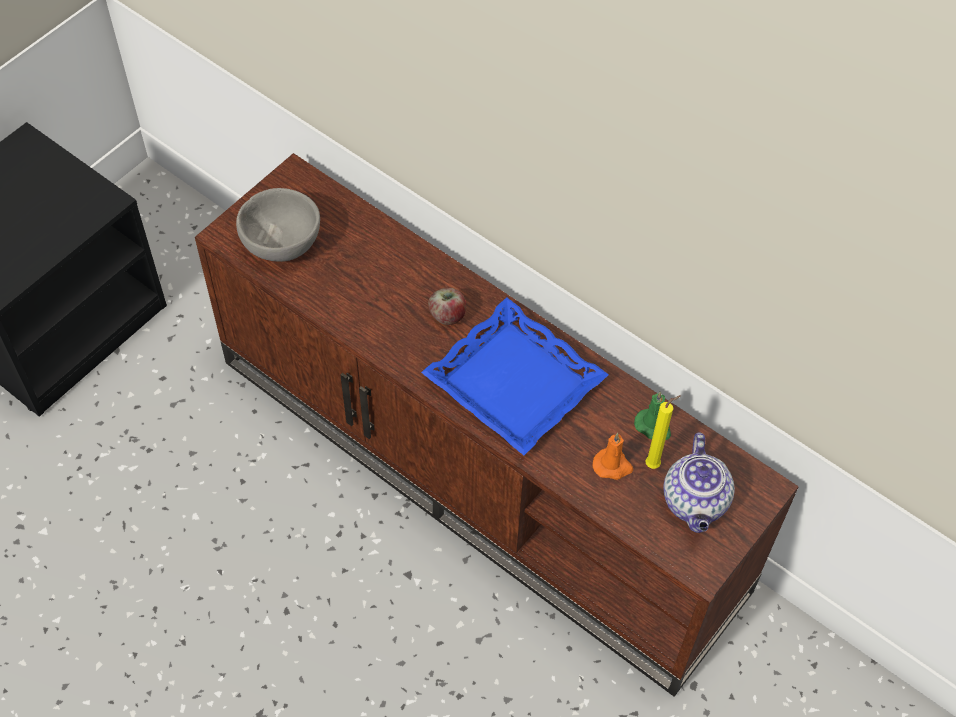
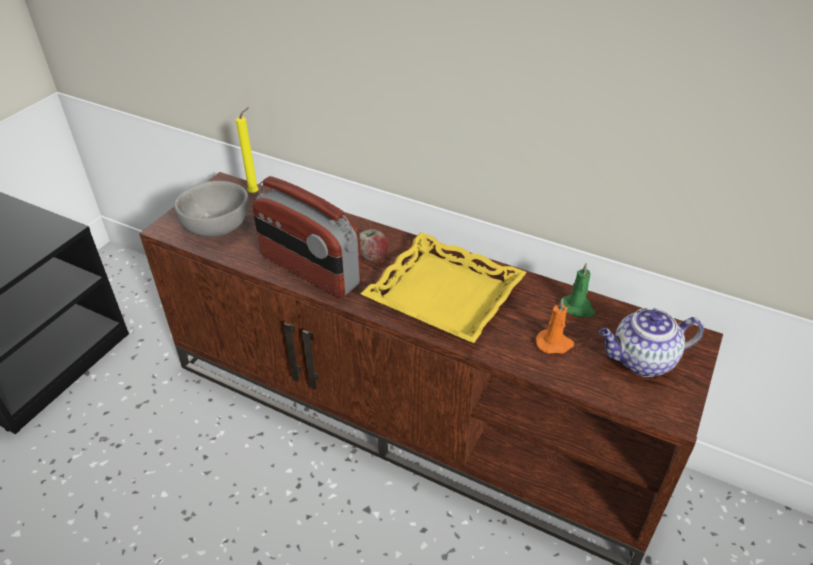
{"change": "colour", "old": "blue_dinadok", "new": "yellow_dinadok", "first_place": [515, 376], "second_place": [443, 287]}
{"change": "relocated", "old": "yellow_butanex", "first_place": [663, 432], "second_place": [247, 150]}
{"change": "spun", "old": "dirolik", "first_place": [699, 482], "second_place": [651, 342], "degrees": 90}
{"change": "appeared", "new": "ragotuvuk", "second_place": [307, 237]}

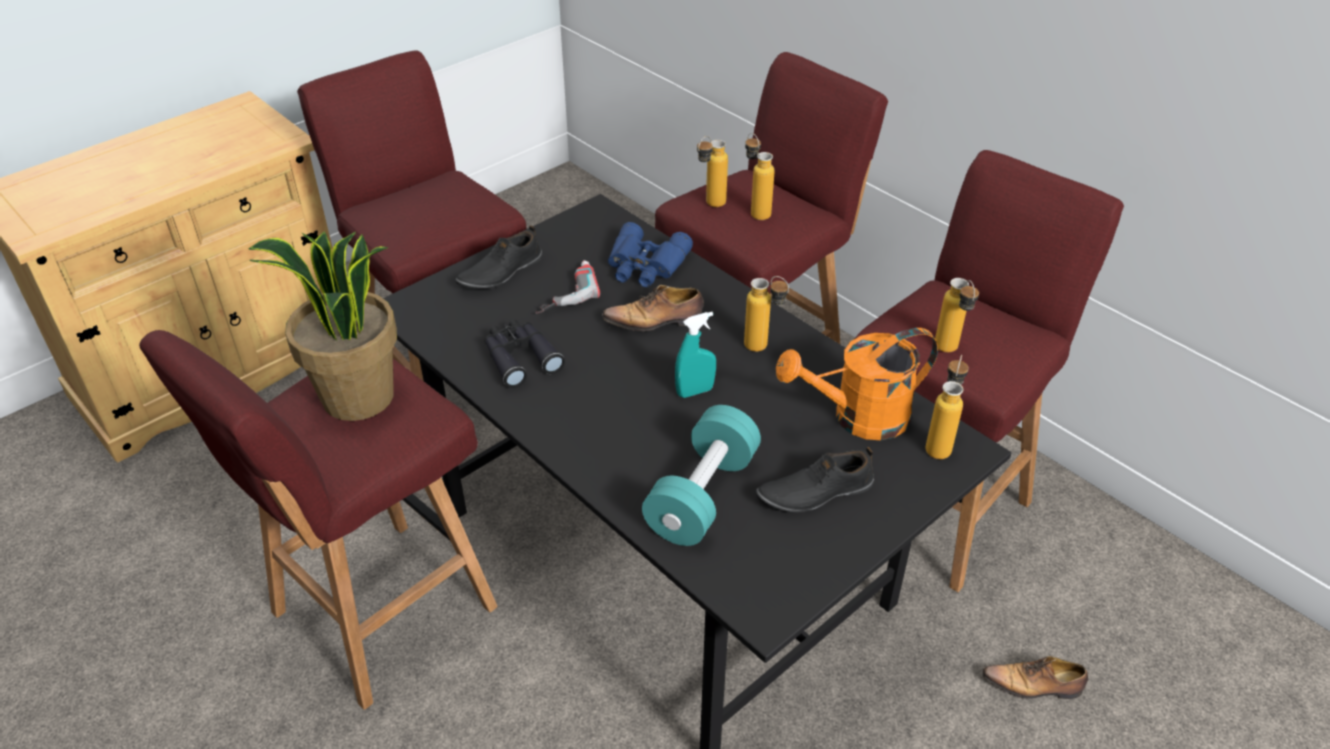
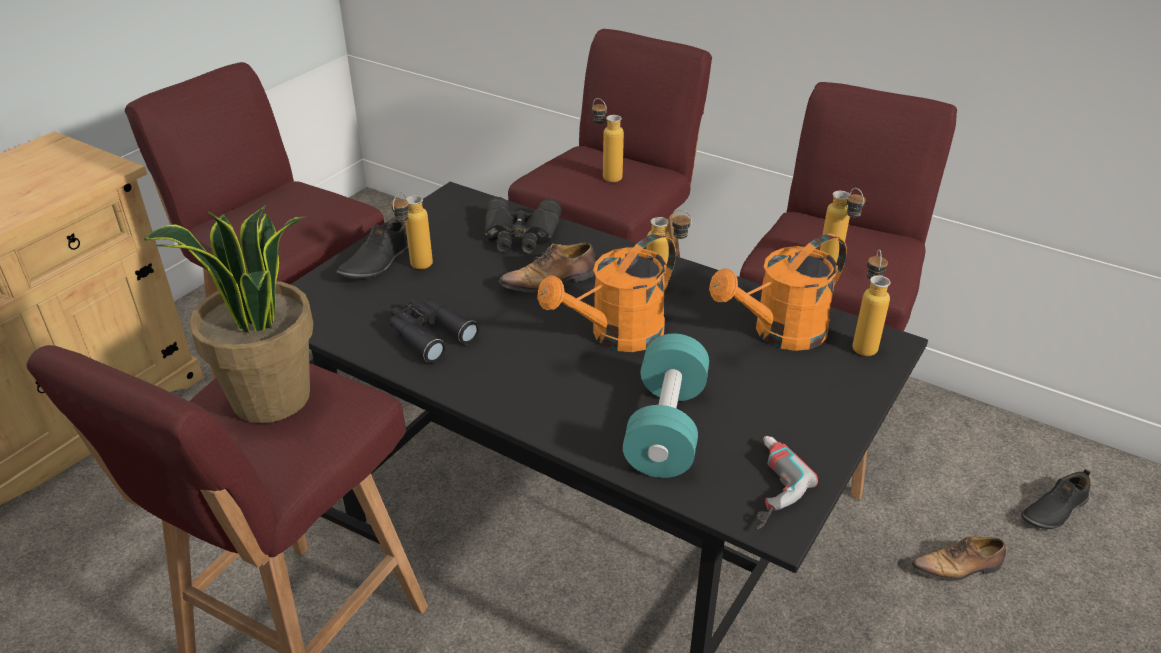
{"change": "relocated", "old": "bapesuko", "first_place": [568, 287], "second_place": [787, 482]}
{"change": "colour", "old": "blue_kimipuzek", "new": "black_kimipuzek", "first_place": [650, 254], "second_place": [523, 225]}
{"change": "exchanged", "old": "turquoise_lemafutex", "new": "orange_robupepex", "first_place": [695, 355], "second_place": [606, 292]}
{"change": "relocated", "old": "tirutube", "first_place": [712, 171], "second_place": [412, 230]}
{"change": "relocated", "old": "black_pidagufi", "first_place": [815, 480], "second_place": [1056, 499]}

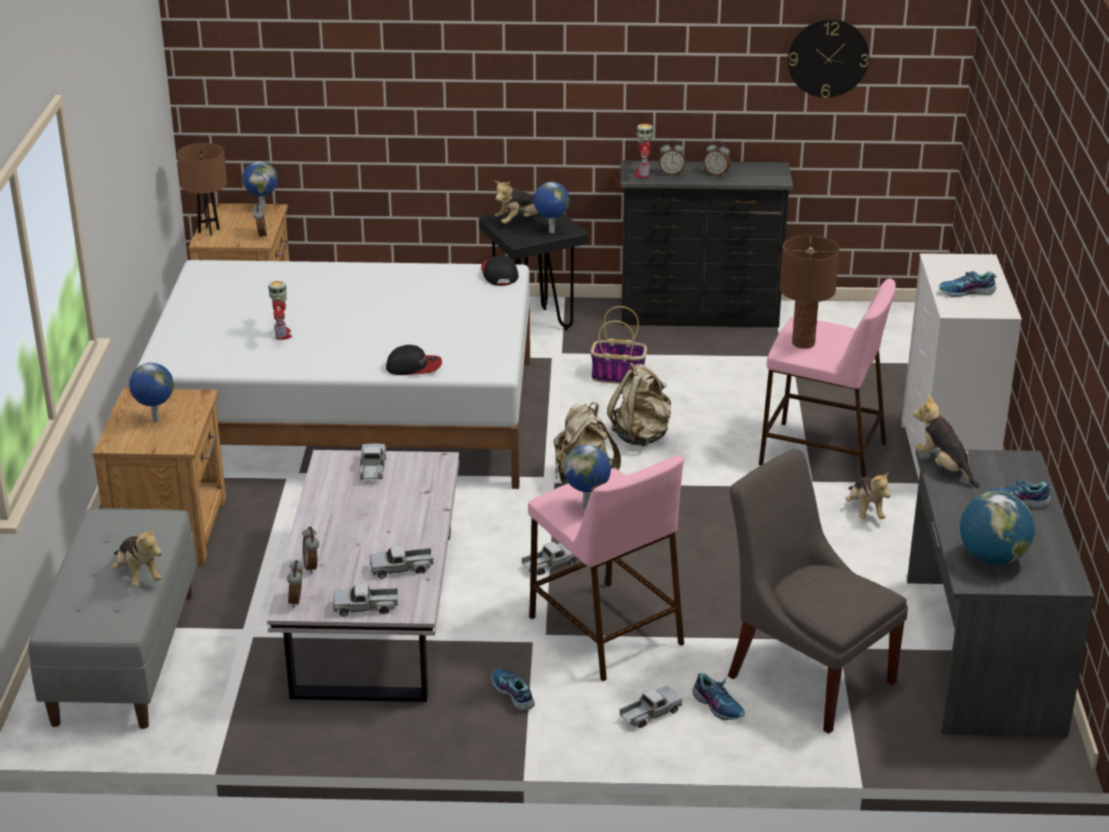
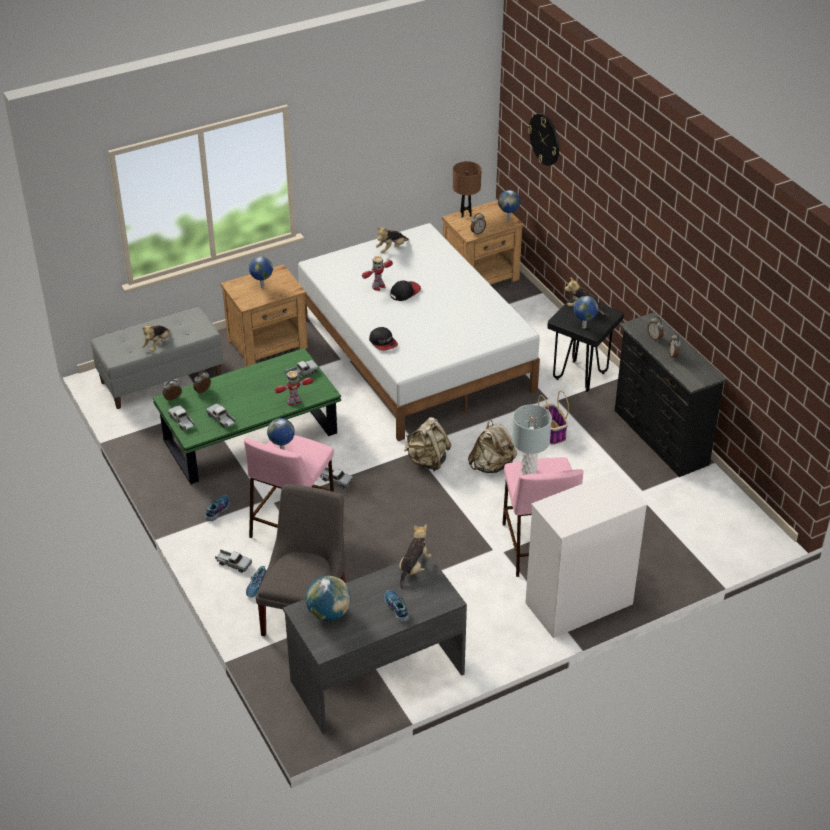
{"change": "colour", "old": "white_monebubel", "new": "green_monebubel", "first_place": [363, 576], "second_place": [246, 416]}
{"change": "relocated", "old": "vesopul", "first_place": [500, 271], "second_place": [405, 290]}
{"change": "relocated", "old": "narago", "first_place": [644, 151], "second_place": [293, 388]}
{"change": "colour", "old": "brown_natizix", "new": "grey_natizix", "first_place": [810, 292], "second_place": [532, 440]}
{"change": "relocated", "old": "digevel", "first_place": [828, 58], "second_place": [543, 140]}
{"change": "relocated", "old": "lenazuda", "first_place": [867, 495], "second_place": [392, 240]}
{"change": "missing", "old": "pidagufi", "first_place": [968, 284]}

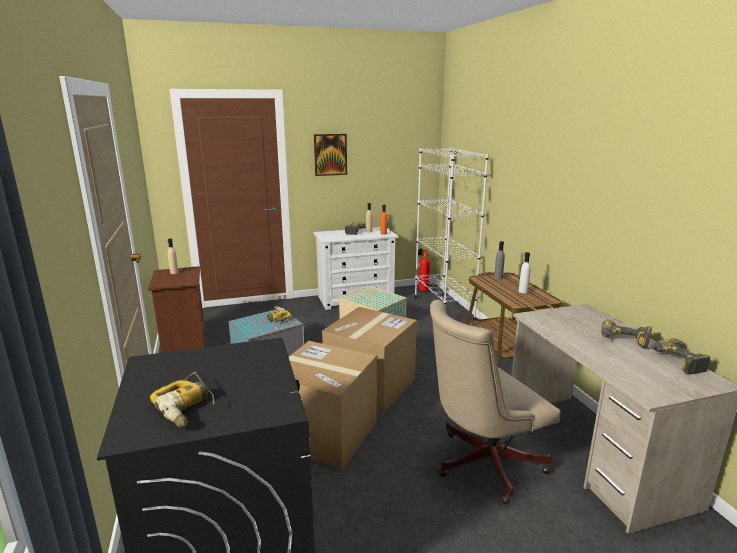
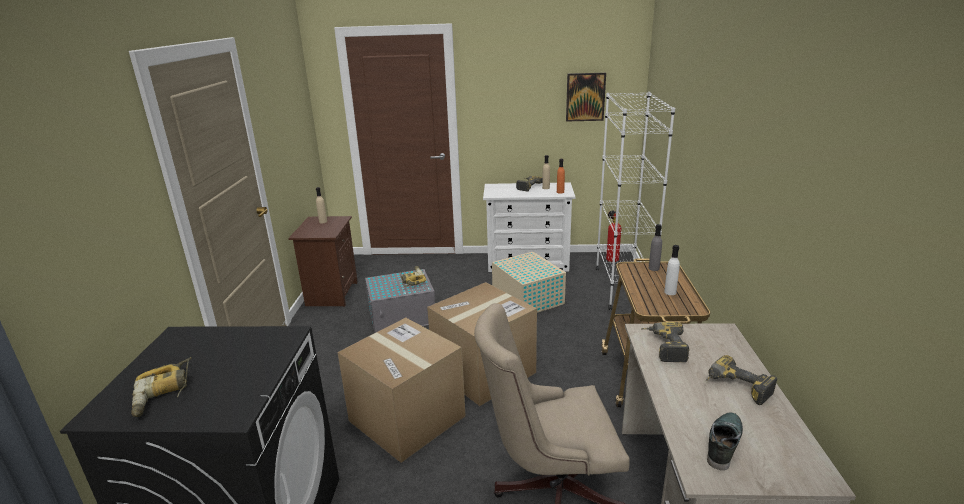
{"change": "relocated", "old": "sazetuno", "first_place": [330, 155], "second_place": [586, 97]}
{"change": "relocated", "old": "bapesuko", "first_place": [678, 356], "second_place": [665, 342]}
{"change": "appeared", "new": "pidagufi", "second_place": [725, 441]}

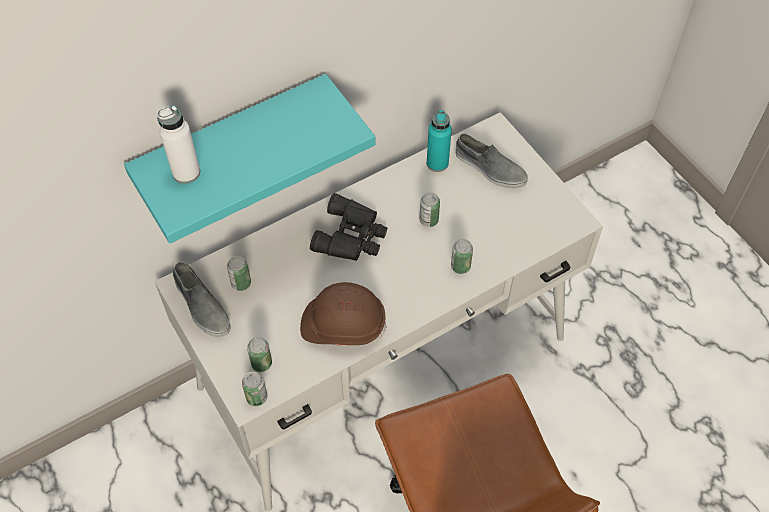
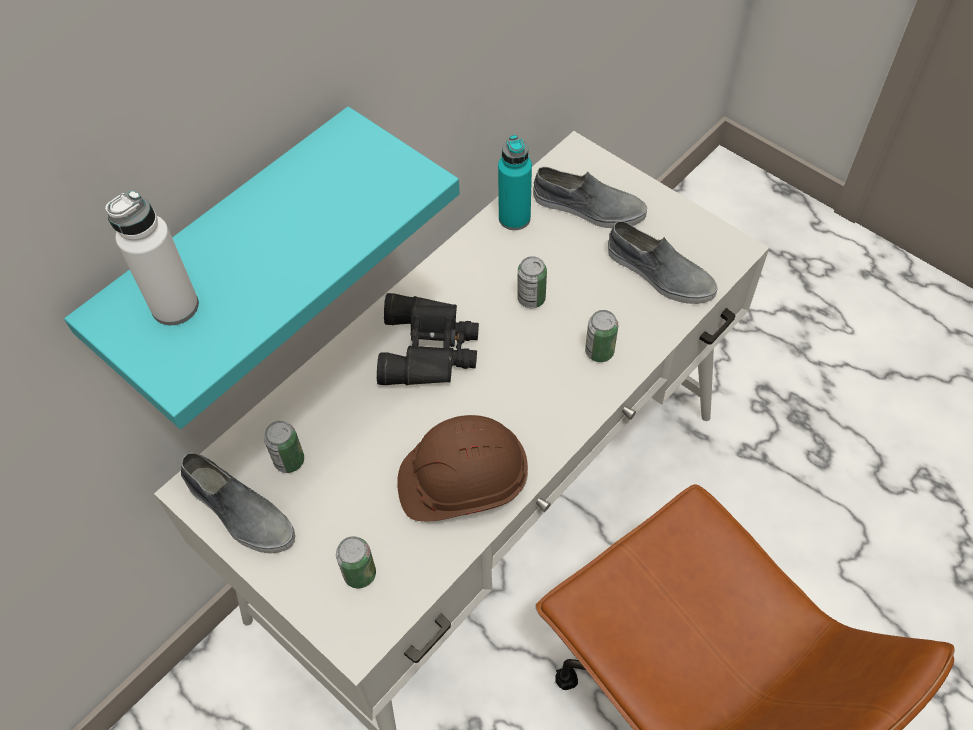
{"change": "missing", "old": "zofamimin", "first_place": [254, 389]}
{"change": "appeared", "new": "grey_pidagufi", "second_place": [663, 262]}

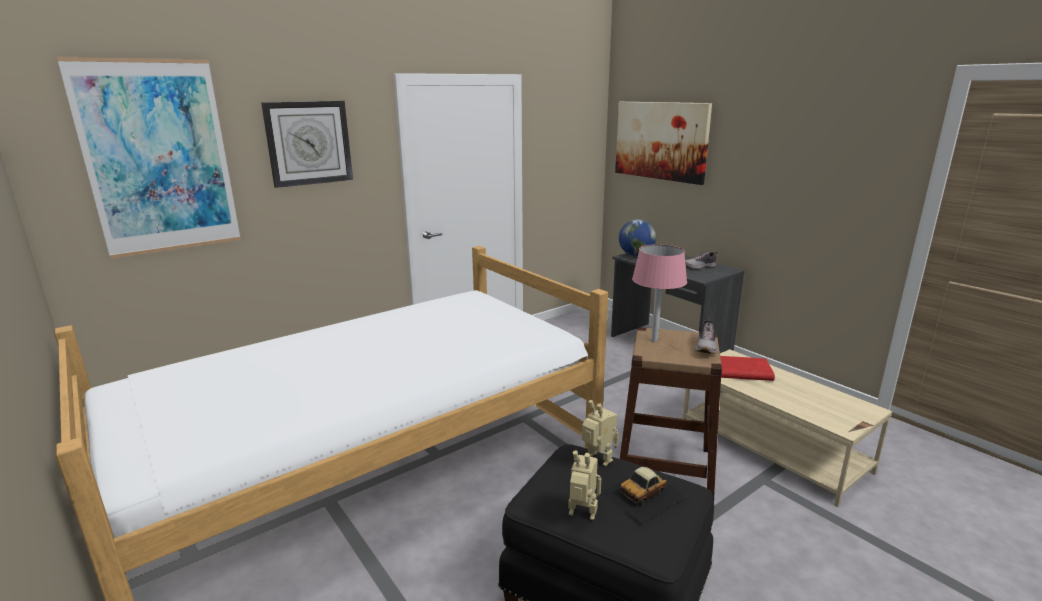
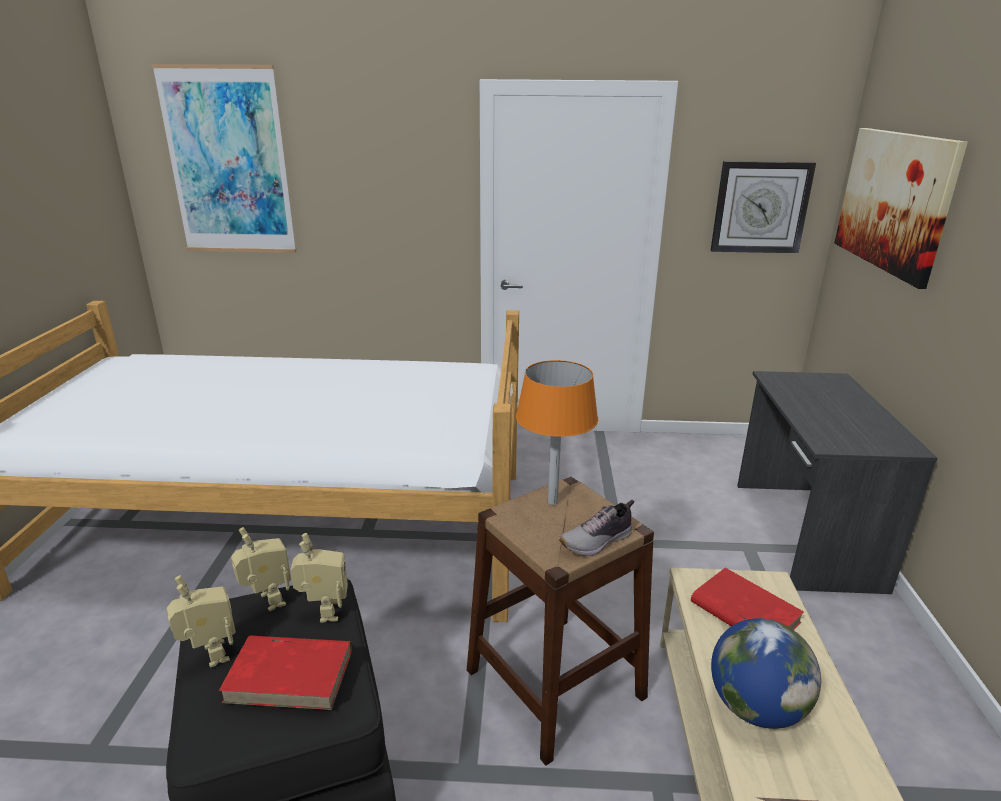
{"change": "relocated", "old": "digevel", "first_place": [307, 144], "second_place": [763, 207]}
{"change": "exchanged", "old": "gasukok", "new": "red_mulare", "first_place": [644, 495], "second_place": [285, 672]}
{"change": "relocated", "old": "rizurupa", "first_place": [637, 237], "second_place": [766, 673]}
{"change": "colour", "old": "pink_natizix", "new": "orange_natizix", "first_place": [659, 293], "second_place": [557, 432]}
{"change": "missing", "old": "pidagufi", "first_place": [701, 260]}
{"change": "appeared", "new": "narago", "second_place": [261, 569]}

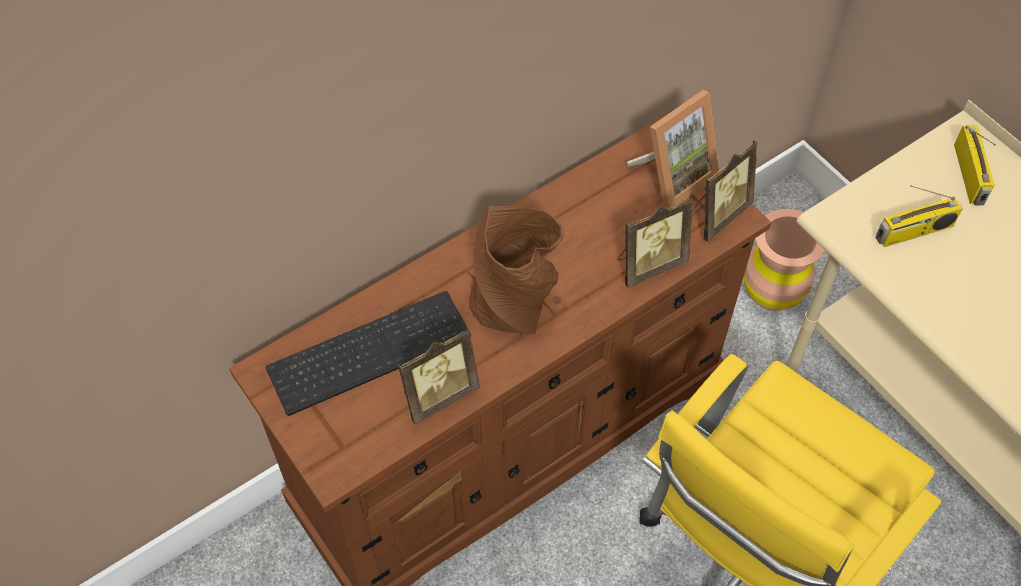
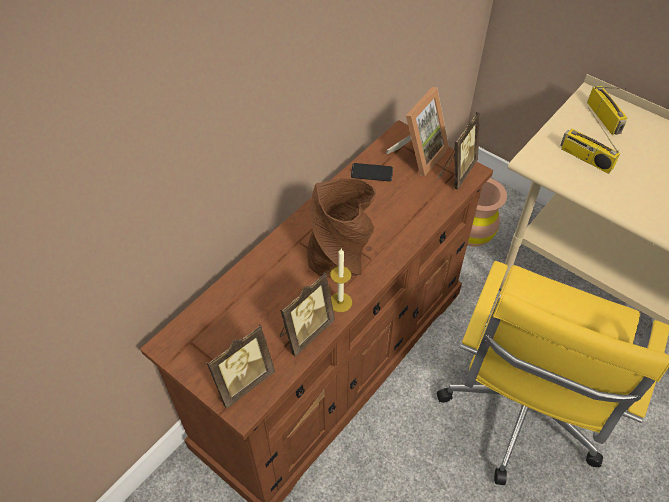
{"change": "missing", "old": "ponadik", "first_place": [368, 353]}
{"change": "relocated", "old": "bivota", "first_place": [655, 242], "second_place": [241, 366]}
{"change": "spun", "old": "ragotuvuk", "first_place": [919, 216], "second_place": [590, 141], "degrees": 75}
{"change": "appeared", "new": "butanex", "second_place": [341, 280]}
{"change": "appeared", "new": "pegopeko", "second_place": [372, 172]}

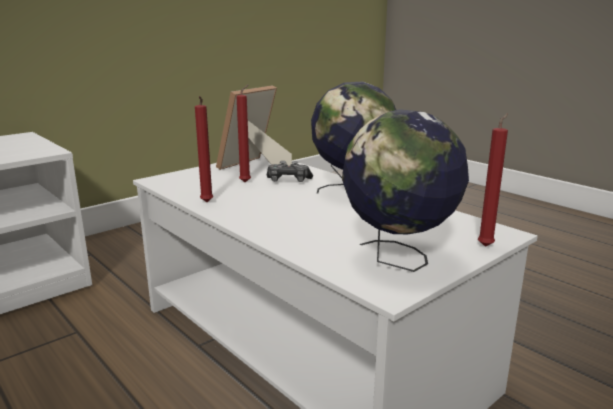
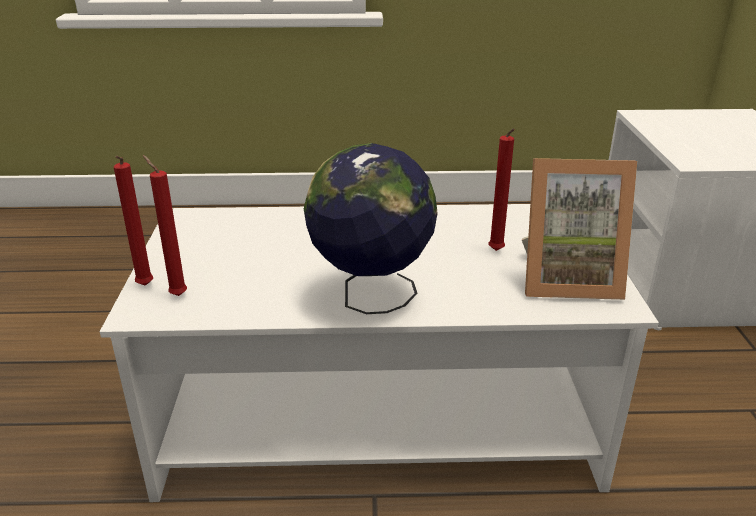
{"change": "relocated", "old": "red_butanex", "first_place": [204, 149], "second_place": [165, 225]}
{"change": "spun", "old": "bivota", "first_place": [254, 127], "second_place": [579, 229], "degrees": 105}
{"change": "missing", "old": "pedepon", "first_place": [290, 171]}
{"change": "missing", "old": "rizurupa", "first_place": [405, 190]}

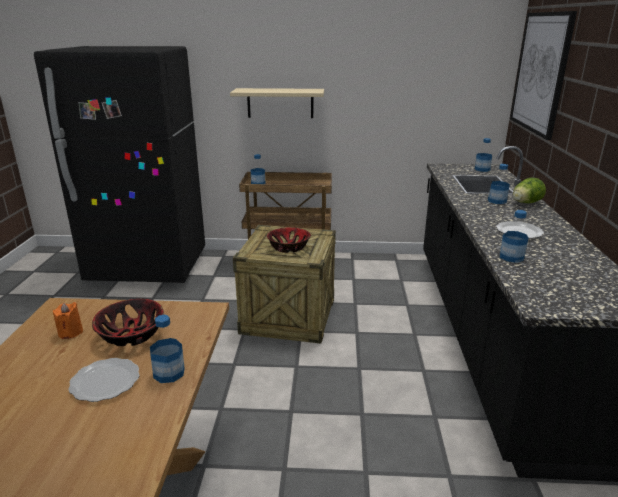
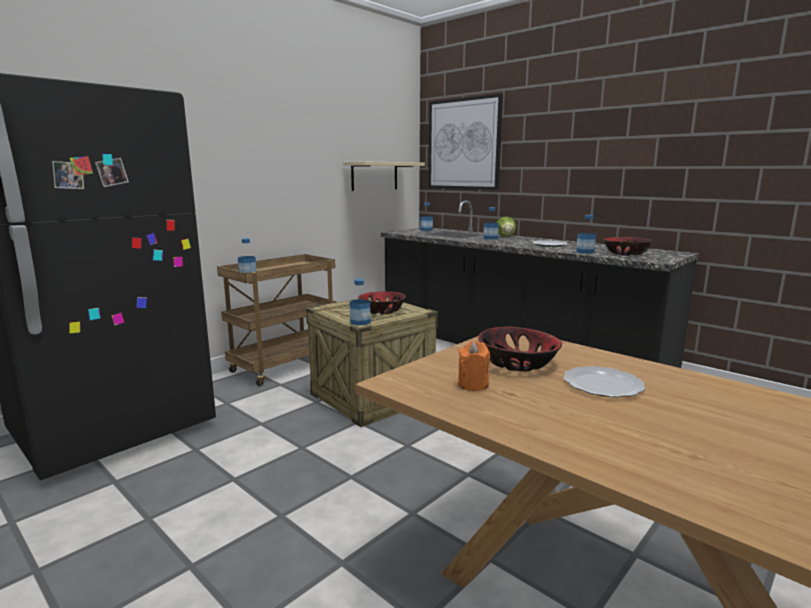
{"change": "relocated", "old": "tirutube", "first_place": [167, 349], "second_place": [360, 302]}
{"change": "relocated", "old": "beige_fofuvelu", "first_place": [277, 103], "second_place": [384, 176]}
{"change": "appeared", "new": "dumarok", "second_place": [628, 246]}

